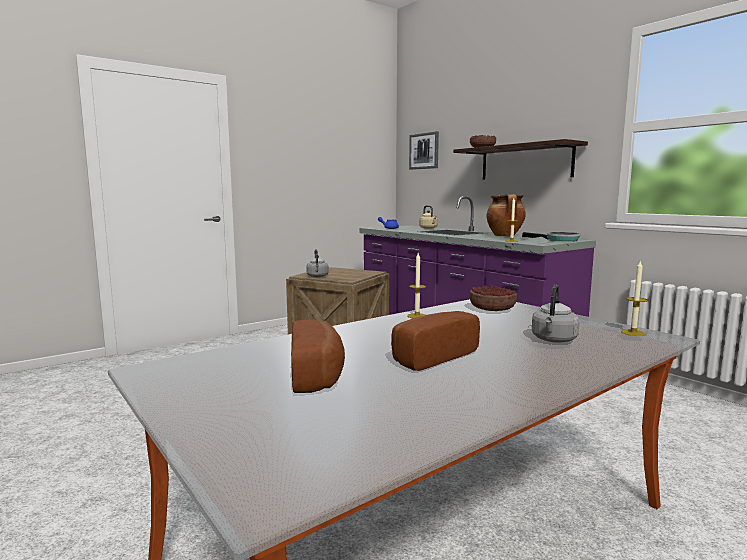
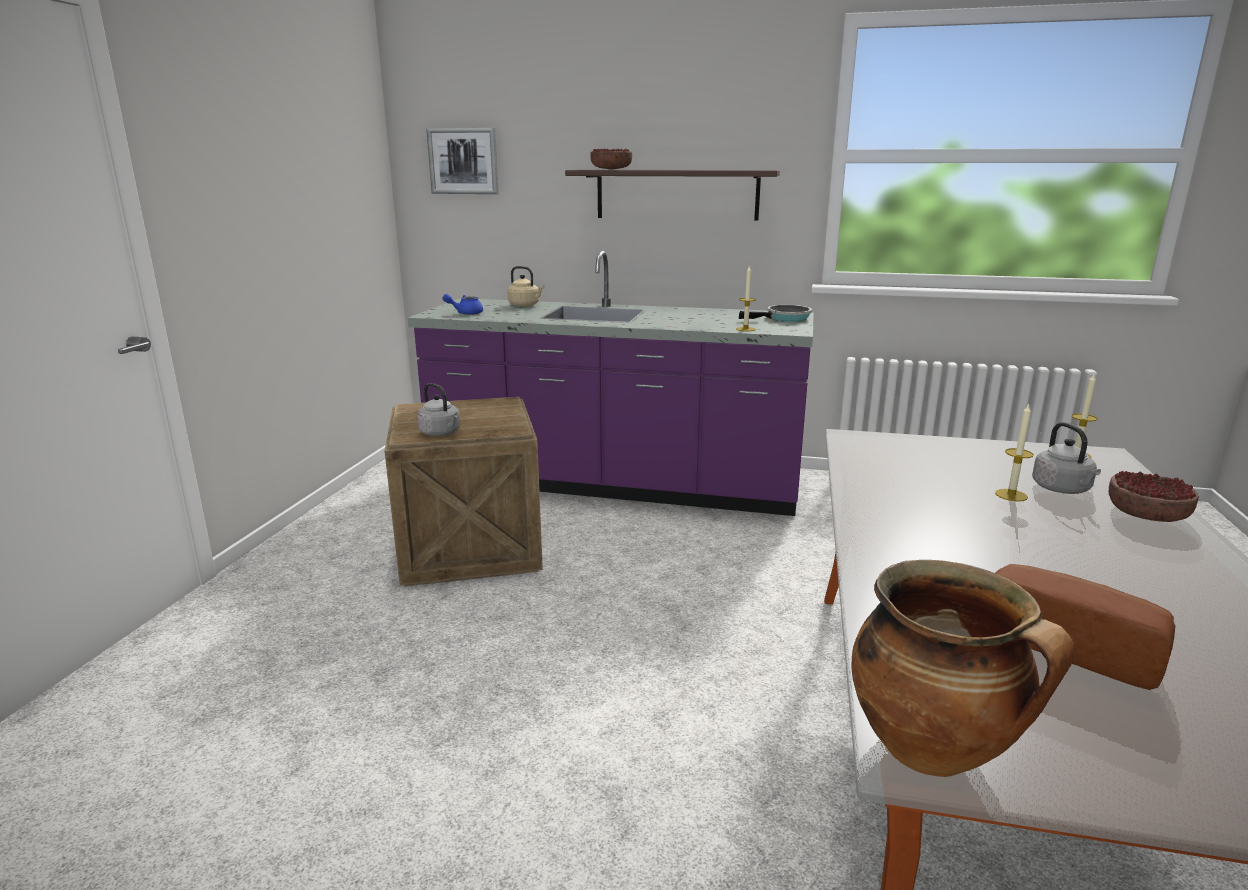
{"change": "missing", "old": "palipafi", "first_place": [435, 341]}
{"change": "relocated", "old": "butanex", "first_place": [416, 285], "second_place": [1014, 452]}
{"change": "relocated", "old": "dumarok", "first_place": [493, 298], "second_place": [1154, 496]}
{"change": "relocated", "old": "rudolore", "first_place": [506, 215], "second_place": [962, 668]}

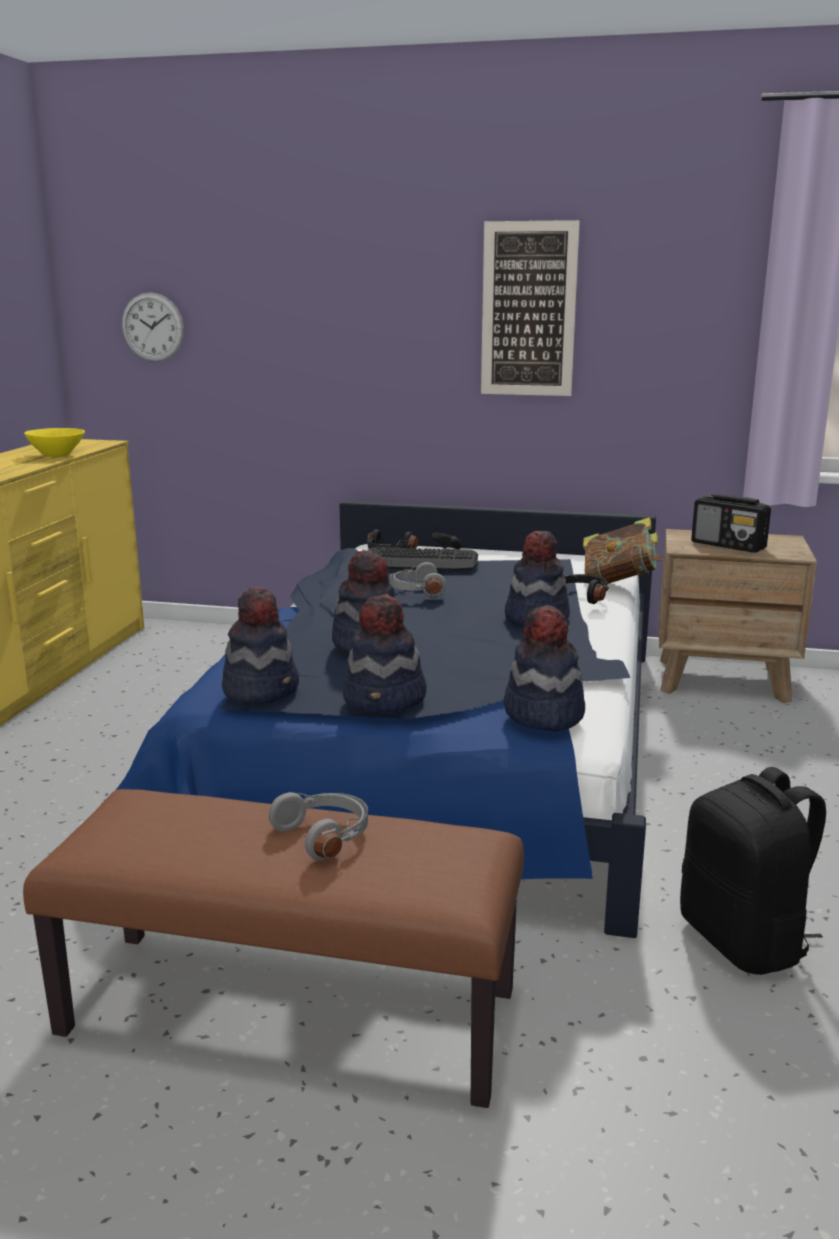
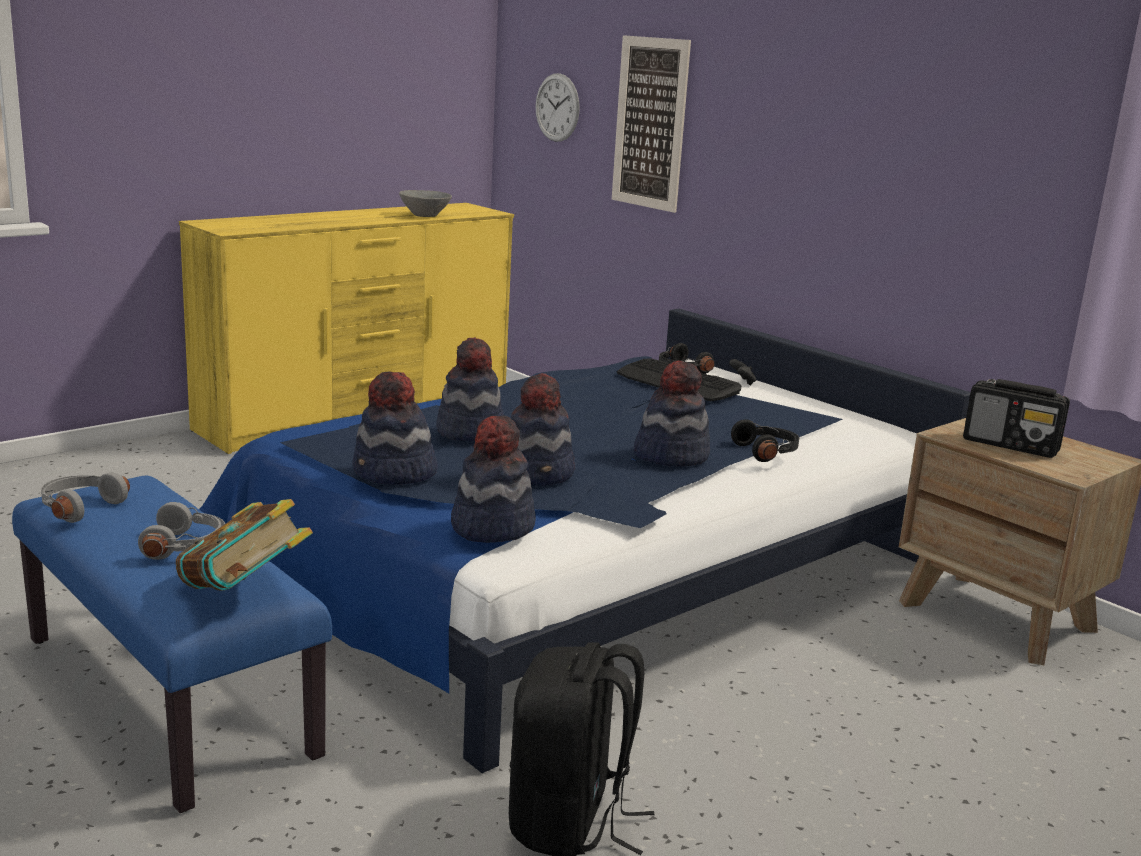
{"change": "colour", "old": "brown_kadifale", "new": "blue_kadifale", "first_place": [273, 948], "second_place": [172, 644]}
{"change": "colour", "old": "yellow_dumarok", "new": "grey_dumarok", "first_place": [54, 442], "second_place": [425, 203]}
{"change": "relocated", "old": "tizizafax", "first_place": [260, 645], "second_place": [543, 429]}
{"change": "relocated", "old": "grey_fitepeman", "first_place": [418, 579], "second_place": [85, 497]}
{"change": "relocated", "old": "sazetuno", "first_place": [530, 308], "second_place": [651, 124]}
{"change": "relocated", "old": "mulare", "first_place": [622, 551], "second_place": [244, 545]}
{"change": "spun", "old": "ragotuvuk", "first_place": [731, 523], "second_place": [1016, 418], "degrees": -45}

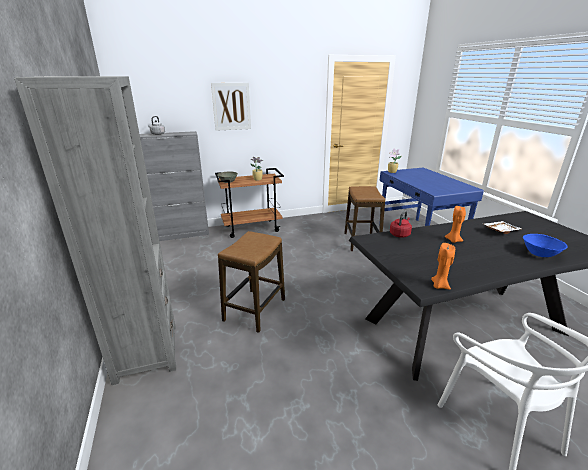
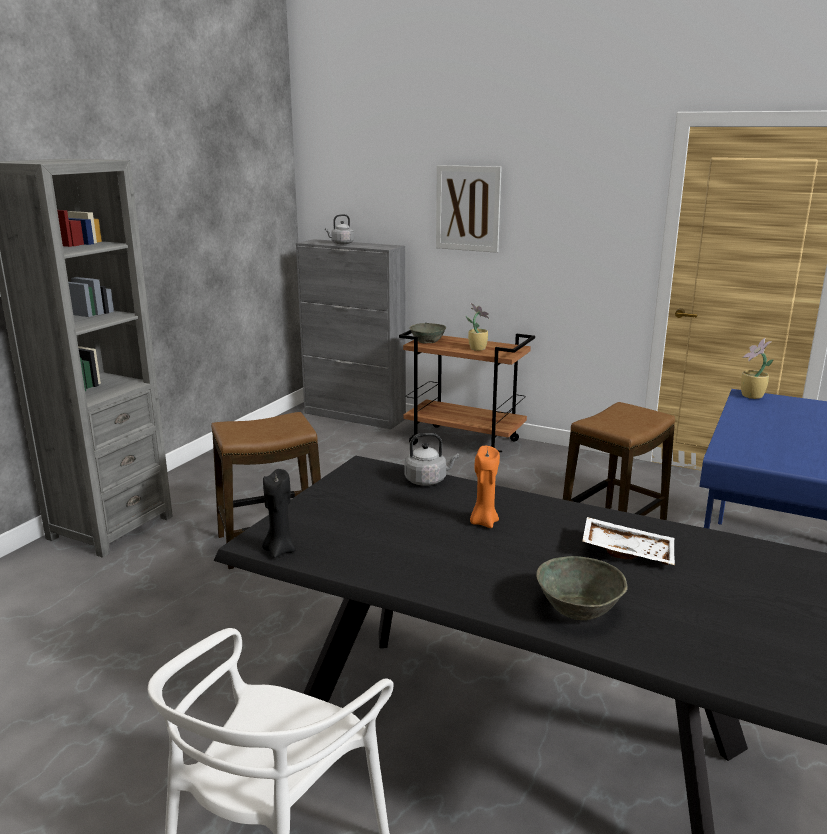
{"change": "colour", "old": "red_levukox", "new": "grey_levukox", "first_place": [401, 224], "second_place": [432, 459]}
{"change": "colour", "old": "orange_butanex", "new": "black_butanex", "first_place": [443, 266], "second_place": [278, 513]}
{"change": "colour", "old": "blue_dumarok", "new": "grey_dumarok", "first_place": [545, 245], "second_place": [582, 588]}

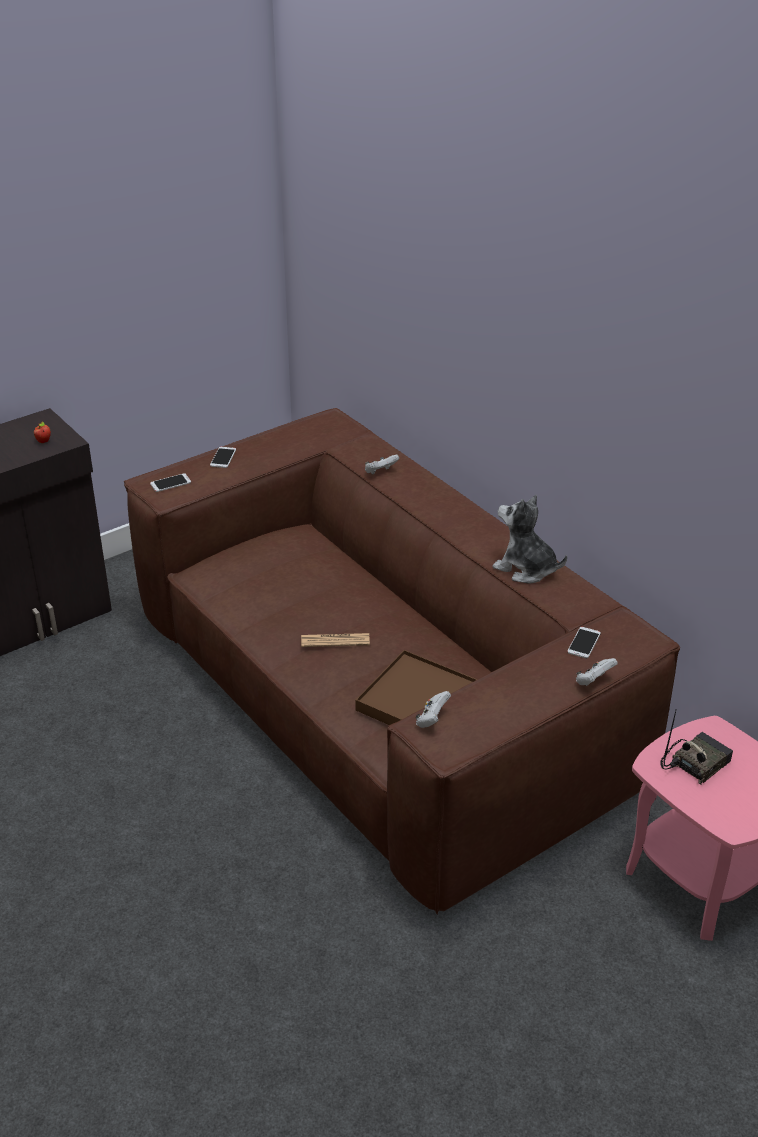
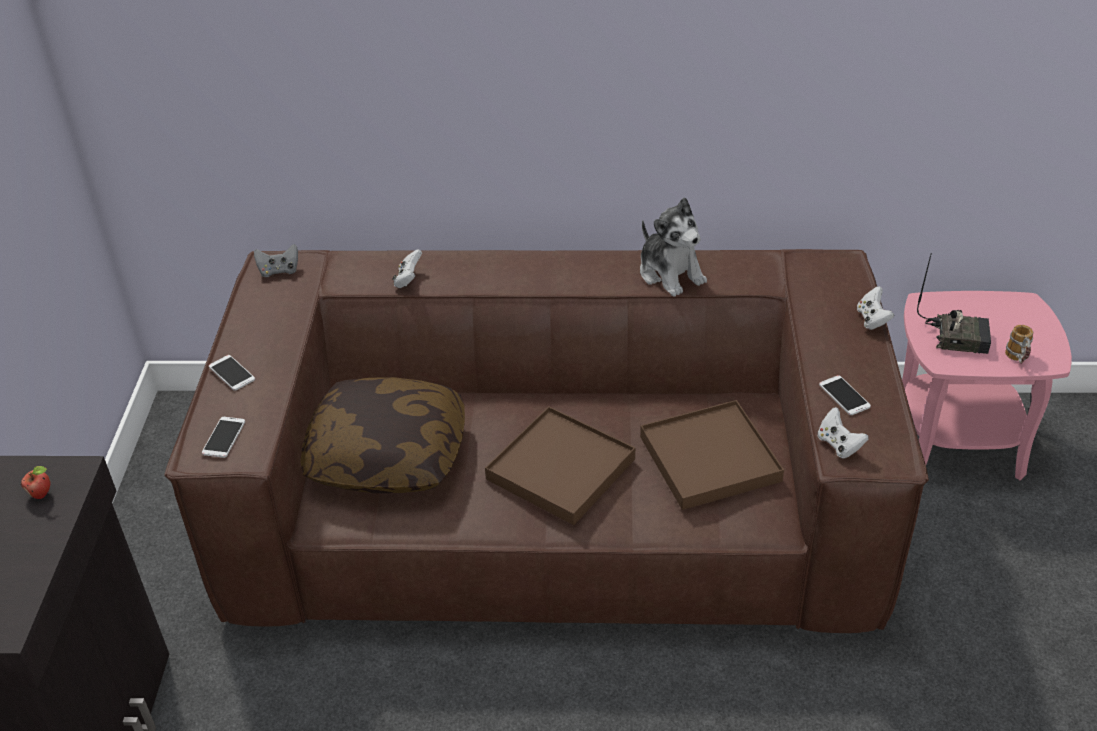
{"change": "exchanged", "old": "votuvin", "new": "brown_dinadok", "first_place": [335, 640], "second_place": [560, 465]}
{"change": "spun", "old": "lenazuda", "first_place": [529, 539], "second_place": [673, 247], "degrees": -105}
{"change": "relocated", "old": "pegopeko", "first_place": [584, 642], "second_place": [845, 395]}
{"change": "spun", "old": "ragotuvuk", "first_place": [696, 748], "second_place": [954, 303], "degrees": 105}
{"change": "appeared", "new": "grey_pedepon", "second_place": [276, 260]}
{"change": "appeared", "new": "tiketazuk", "second_place": [382, 435]}
{"change": "appeared", "new": "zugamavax", "second_place": [1019, 344]}

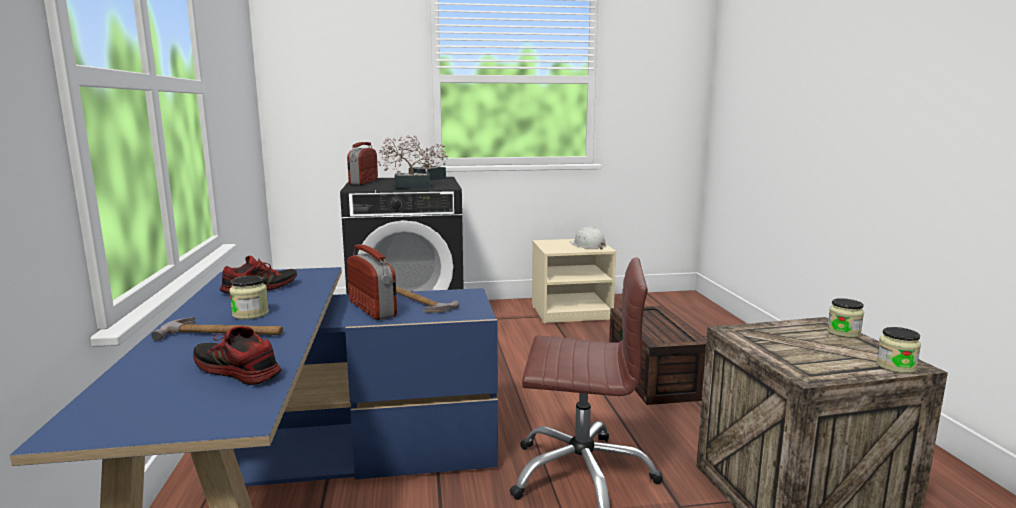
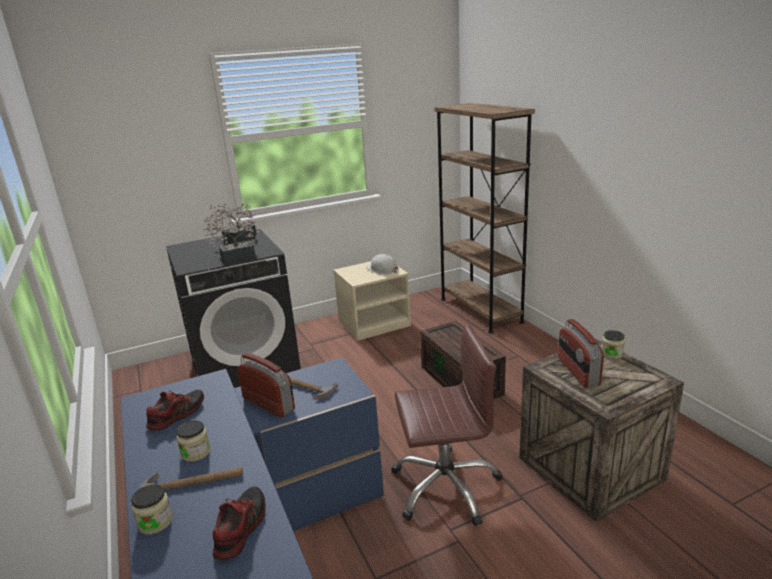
{"change": "spun", "old": "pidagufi", "first_place": [237, 355], "second_place": [239, 523], "degrees": 90}
{"change": "relocated", "old": "ragotuvuk", "first_place": [362, 163], "second_place": [581, 353]}
{"change": "relocated", "old": "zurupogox", "first_place": [898, 350], "second_place": [152, 509]}
{"change": "appeared", "new": "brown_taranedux", "second_place": [484, 218]}

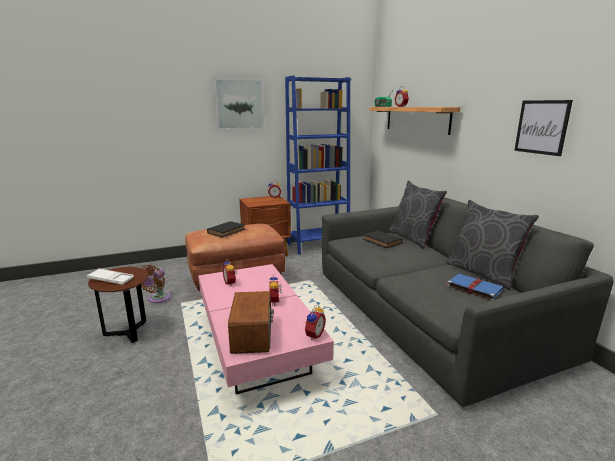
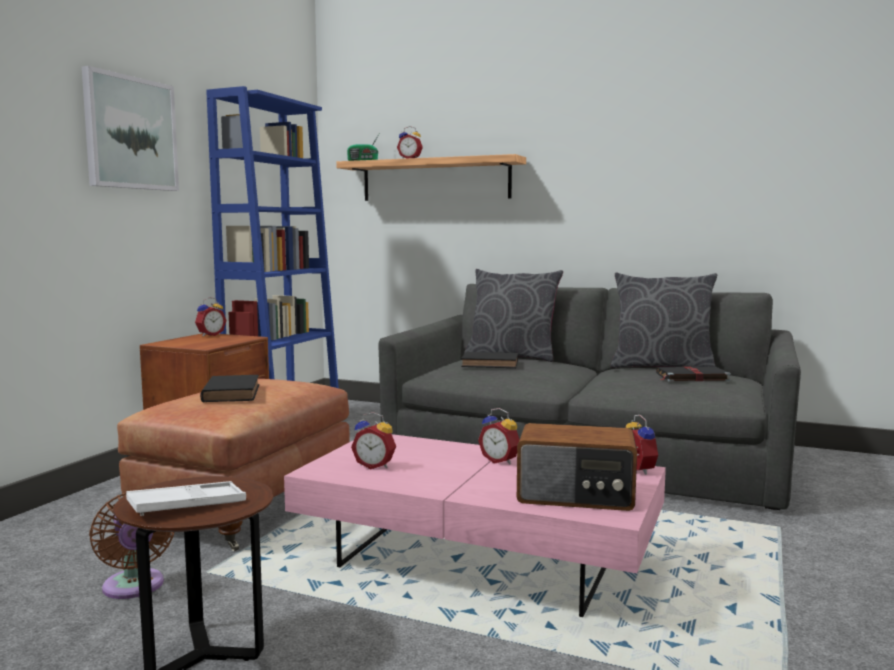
{"change": "spun", "old": "ragotuvuk", "first_place": [251, 322], "second_place": [577, 467], "degrees": 150}
{"change": "colour", "old": "blue_mulare", "new": "black_mulare", "first_place": [474, 287], "second_place": [693, 374]}
{"change": "missing", "old": "sazetuno", "first_place": [543, 128]}

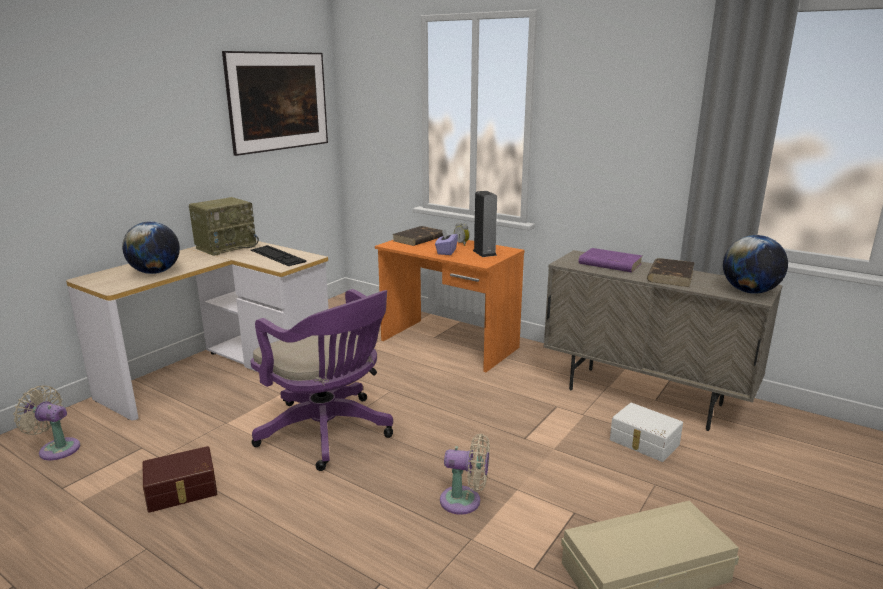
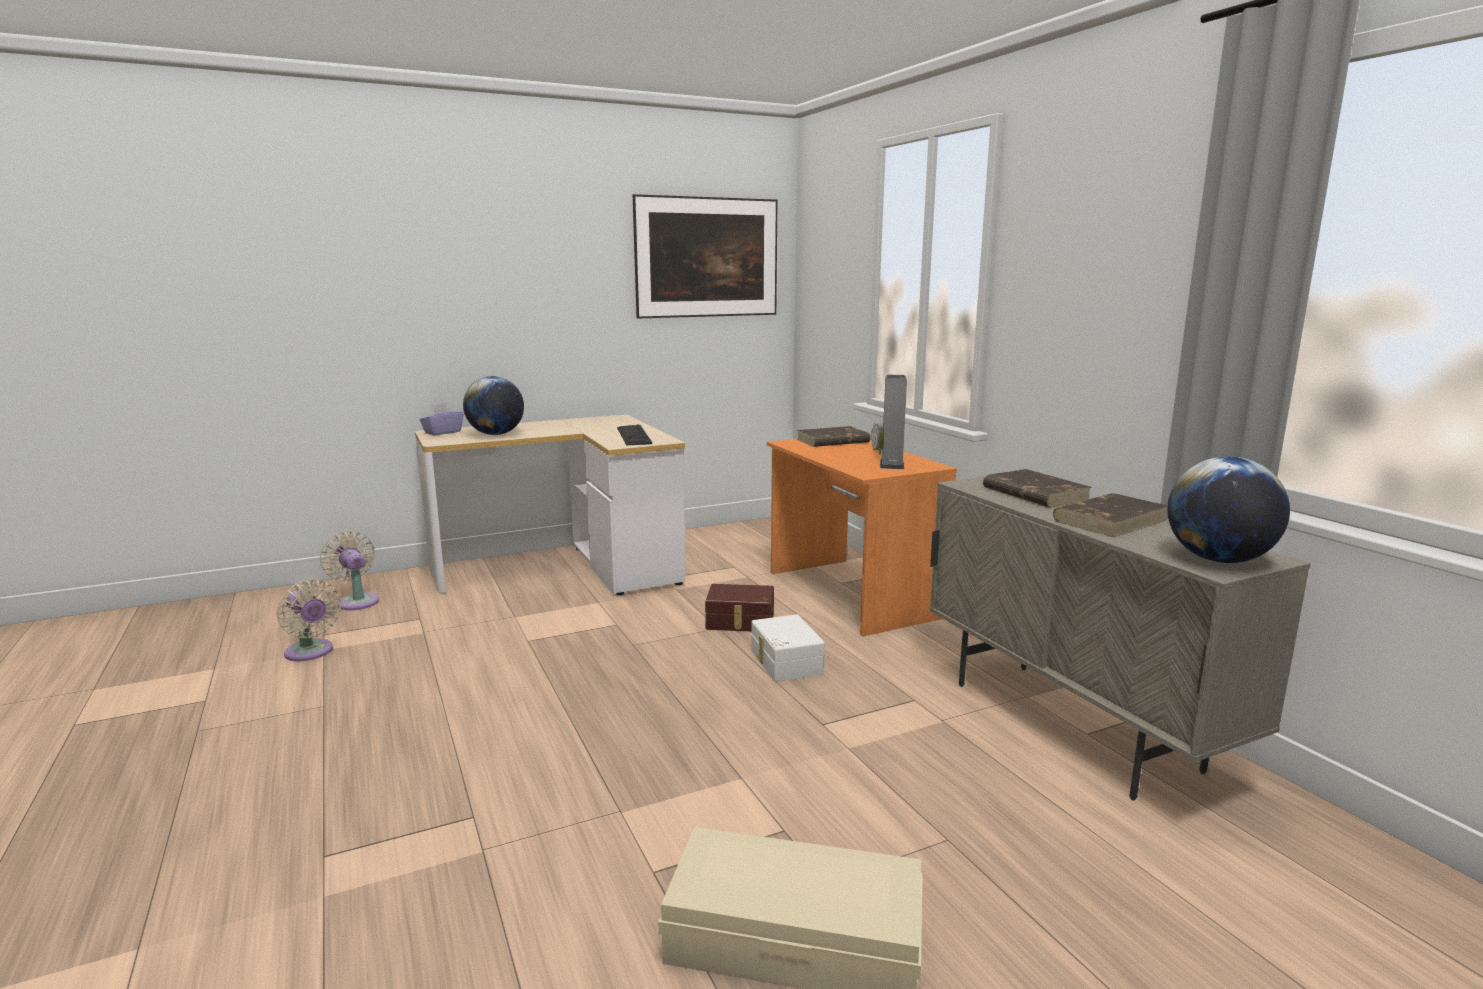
{"change": "relocated", "old": "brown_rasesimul", "first_place": [179, 479], "second_place": [739, 607]}
{"change": "missing", "old": "ragotuvuk", "first_place": [224, 226]}
{"change": "missing", "old": "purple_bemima", "first_place": [321, 380]}
{"change": "relocated", "old": "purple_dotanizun", "first_place": [446, 242], "second_place": [442, 419]}
{"change": "relocated", "old": "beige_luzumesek", "first_place": [465, 474], "second_place": [309, 619]}
{"change": "colour", "old": "purple_mulare", "new": "brown_mulare", "first_place": [610, 260], "second_place": [1037, 488]}
{"change": "relocated", "old": "white_rasesimul", "first_place": [646, 432], "second_place": [788, 648]}

